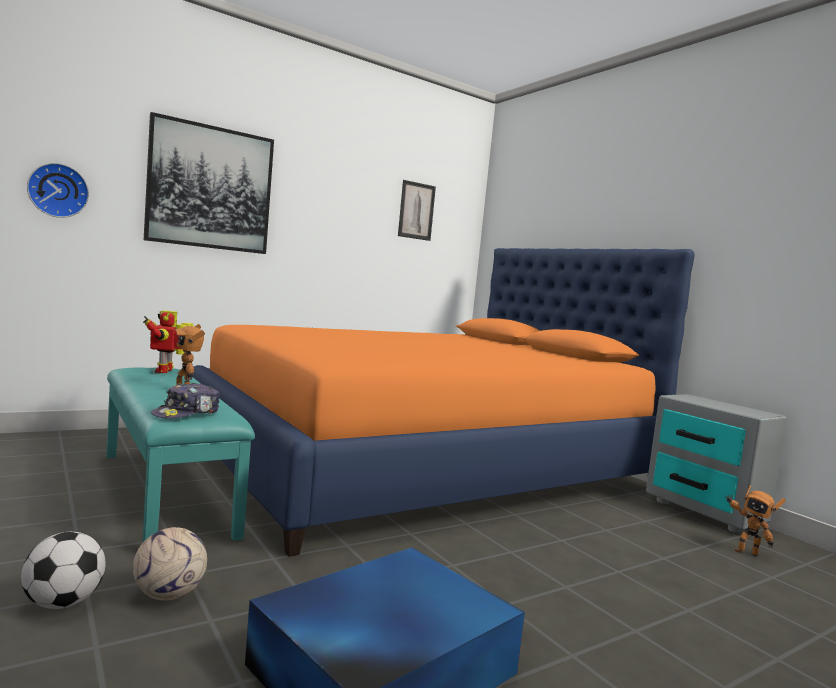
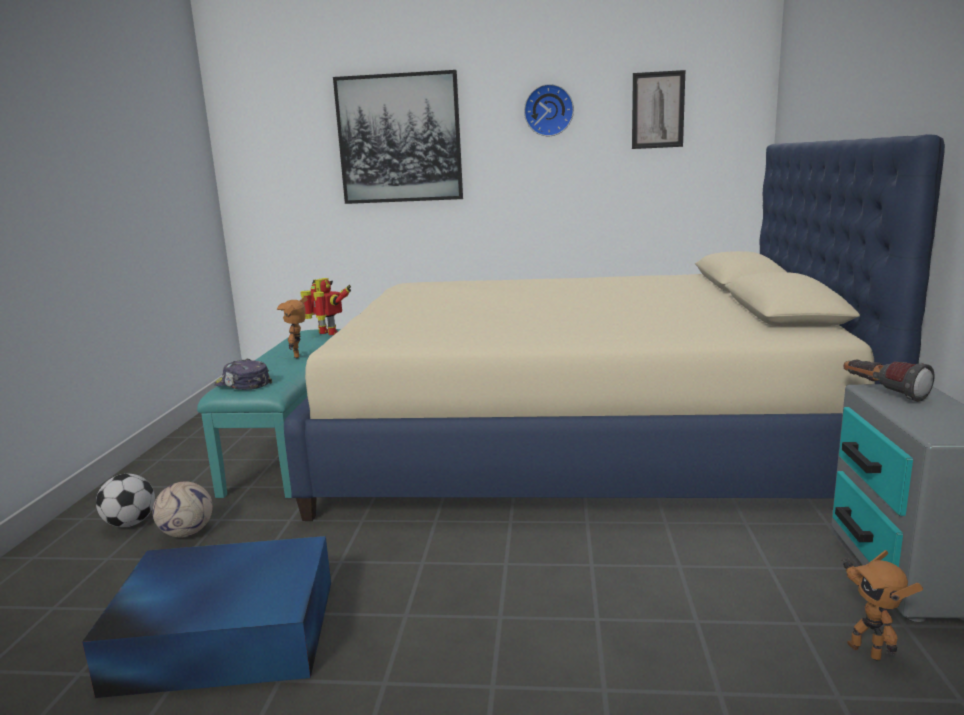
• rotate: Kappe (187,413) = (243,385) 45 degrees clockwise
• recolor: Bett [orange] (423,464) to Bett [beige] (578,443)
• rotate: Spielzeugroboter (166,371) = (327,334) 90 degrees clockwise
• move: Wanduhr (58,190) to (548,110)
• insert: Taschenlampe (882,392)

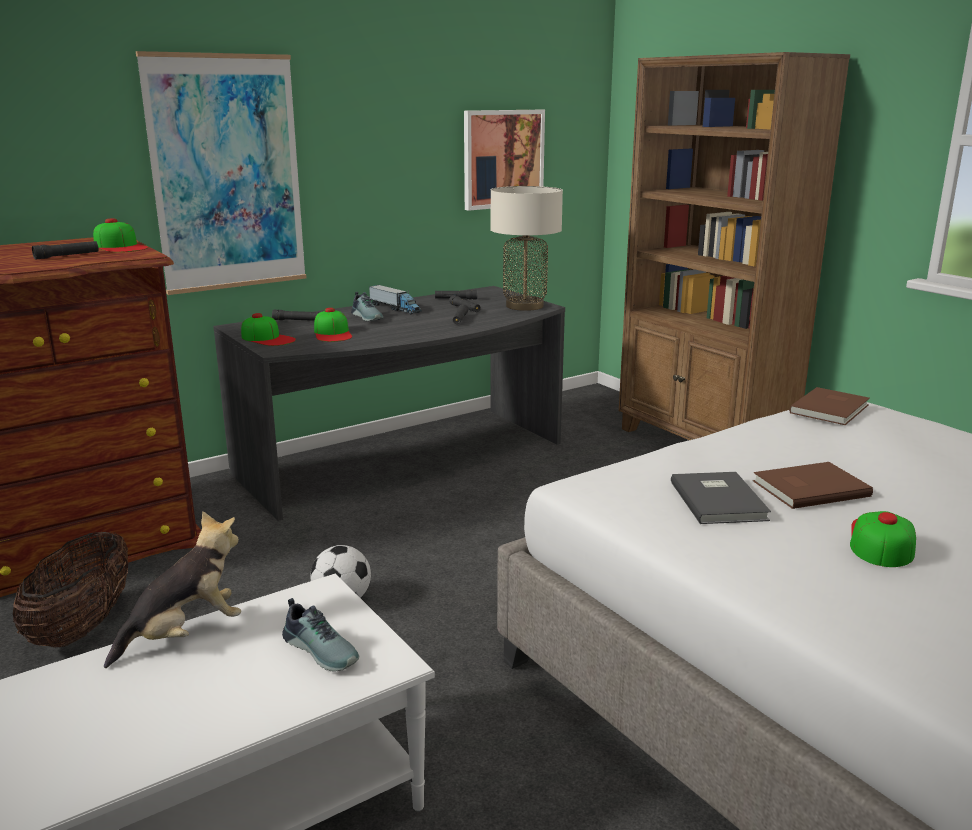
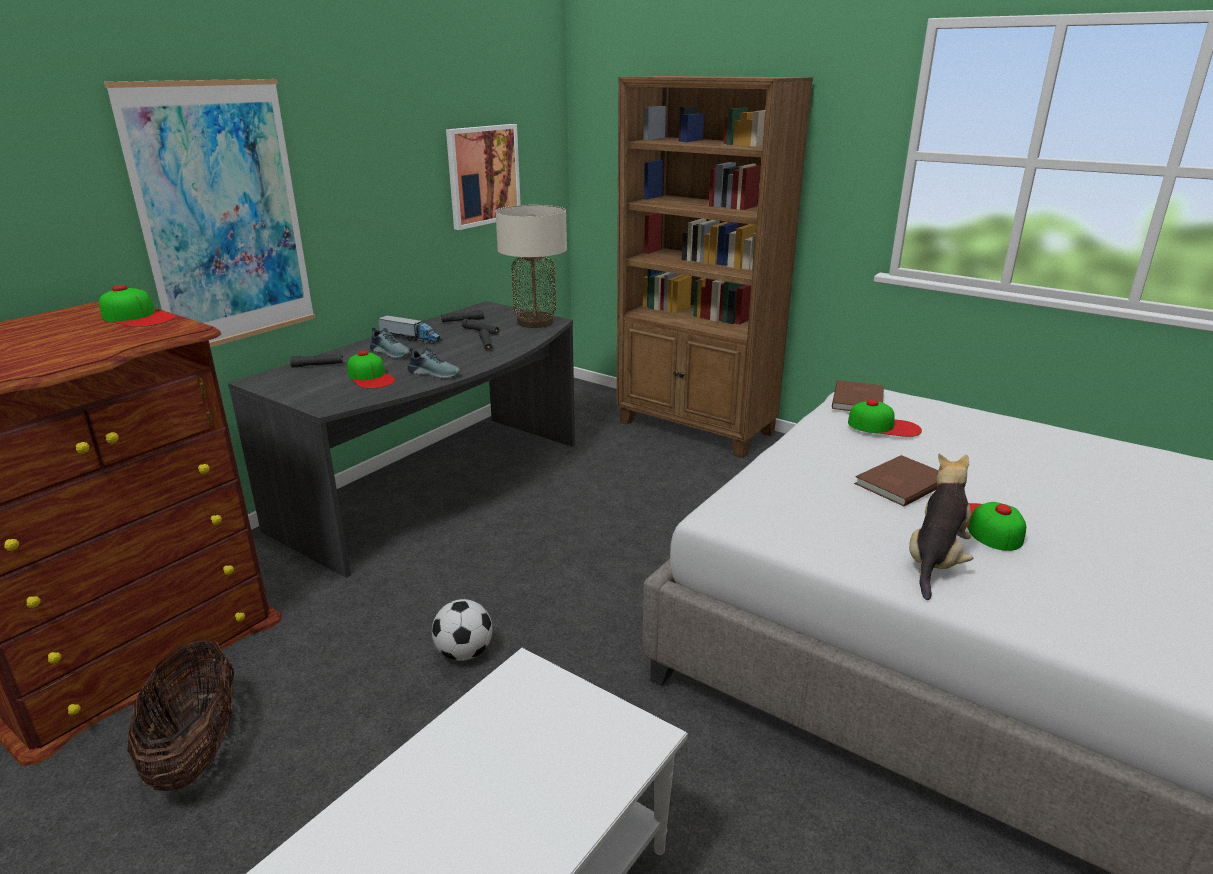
• move: Schuh (322,650) to (435,373)
• move: Kappe (268,338) to (884,426)
• move: Plüschtier (185,634) to (935,562)
• delete: Taschenlampe [schwarz] (67,256)
• delete: Buch [grau] (720,500)

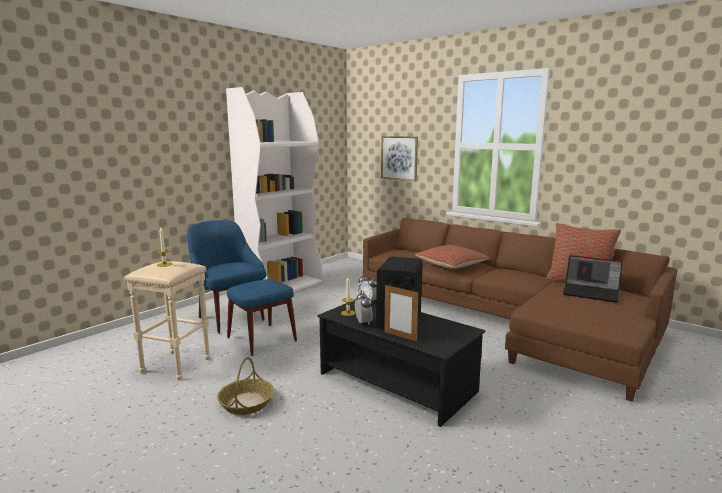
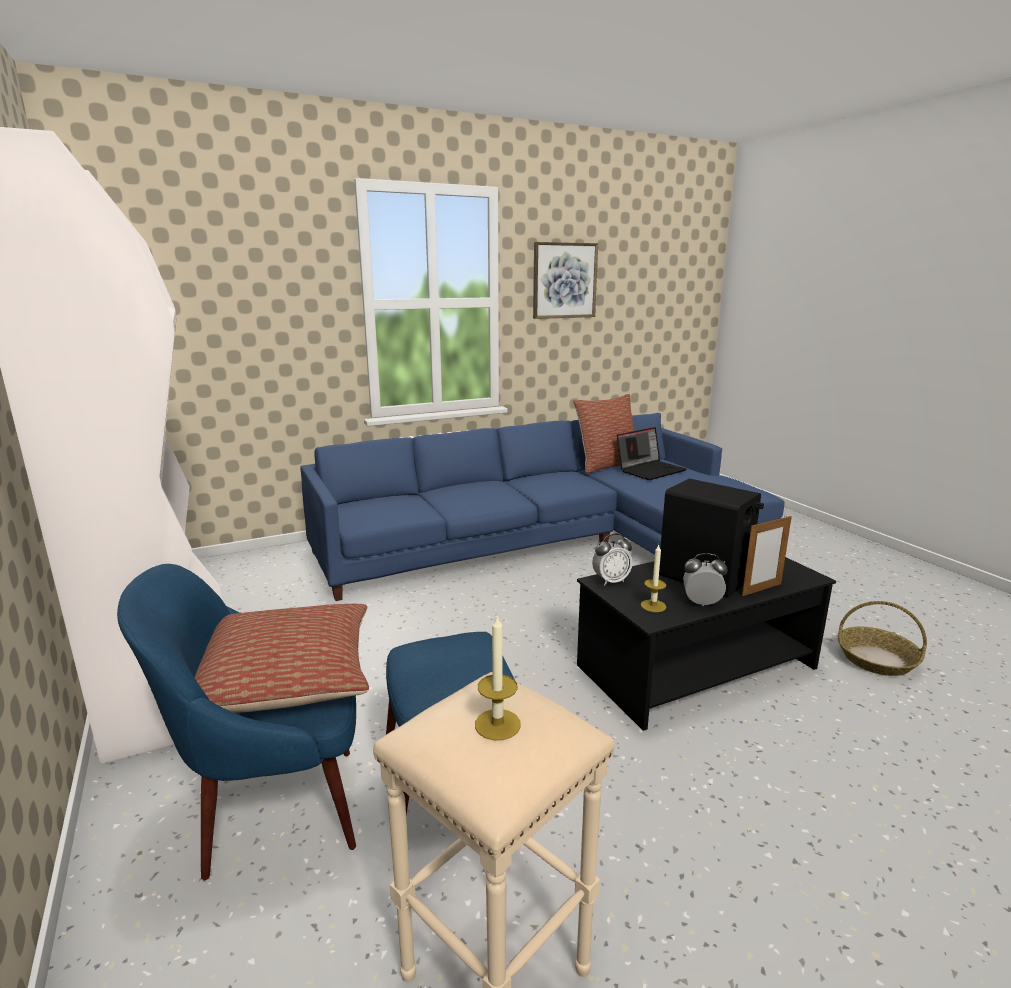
• move: Kissen (451,265) to (286,677)
• recolor: Sofa [braun] (507,318) to Sofa [blau] (552,540)
• move: Bild (399,158) to (564,280)
• move: Korb (246,403) to (877,659)

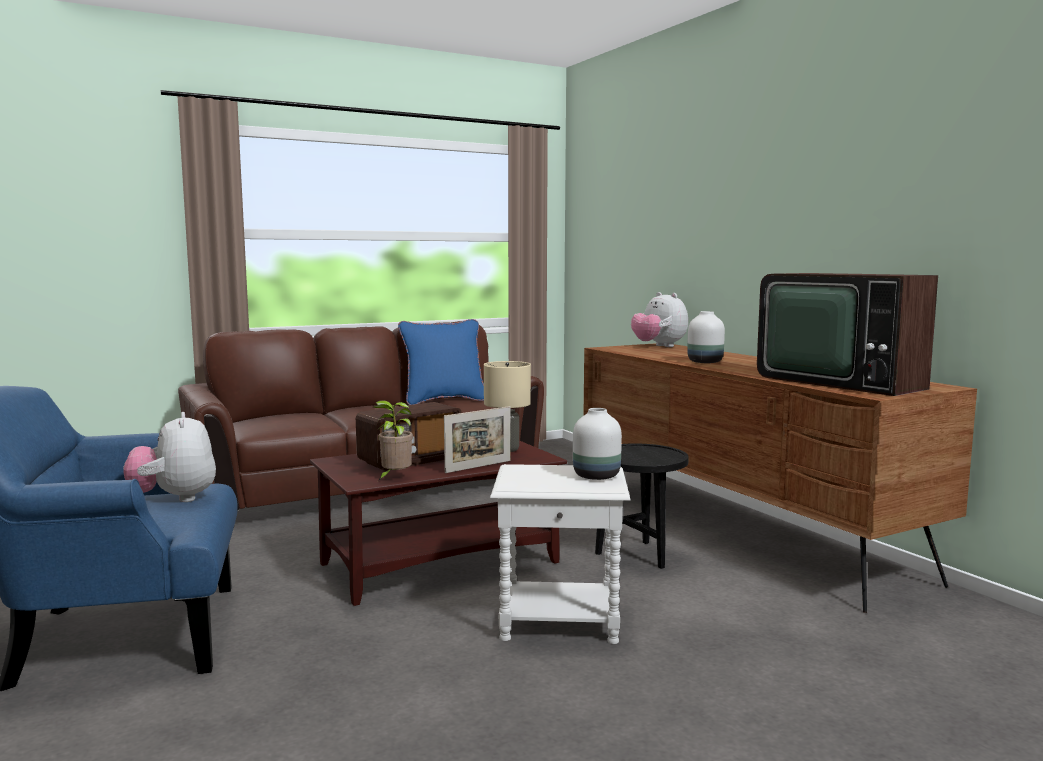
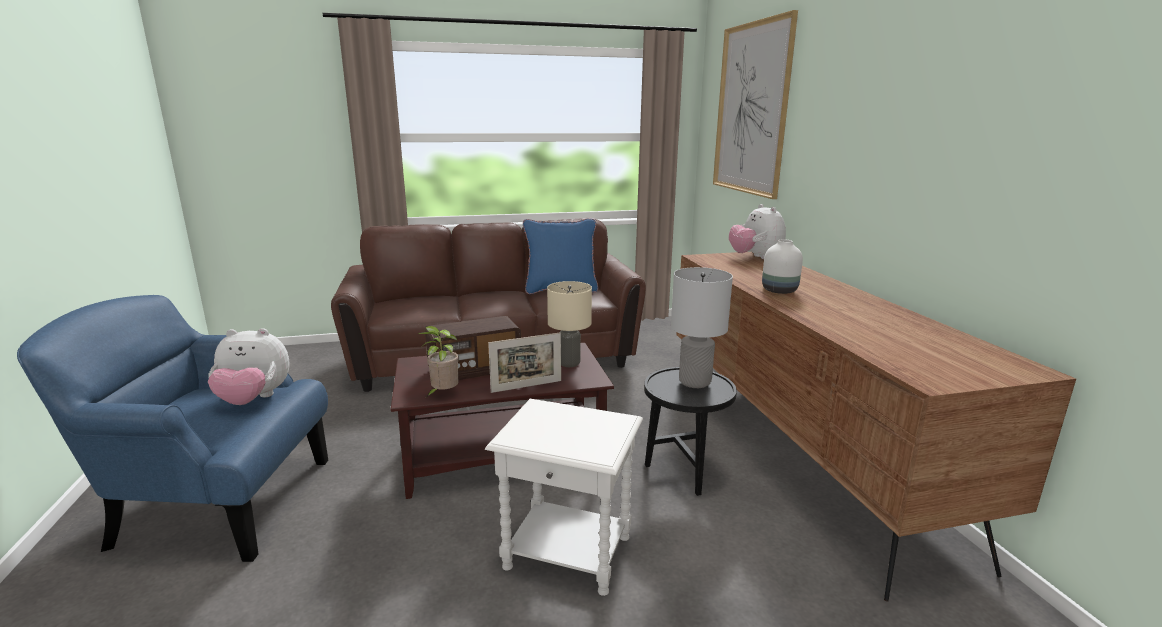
• rotate: Plüschtier (174,499) = (254,400) 90 degrees counterclockwise
• insert: Tischlampe [grau] (695,384)
• insert: Bild (751,109)
• delete: Vase [weiß] (595,476)
• delete: Fernseher (842,381)

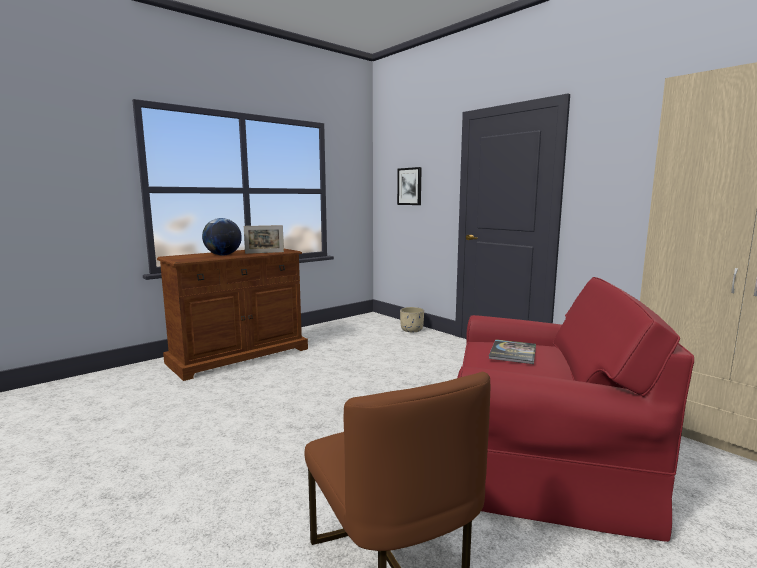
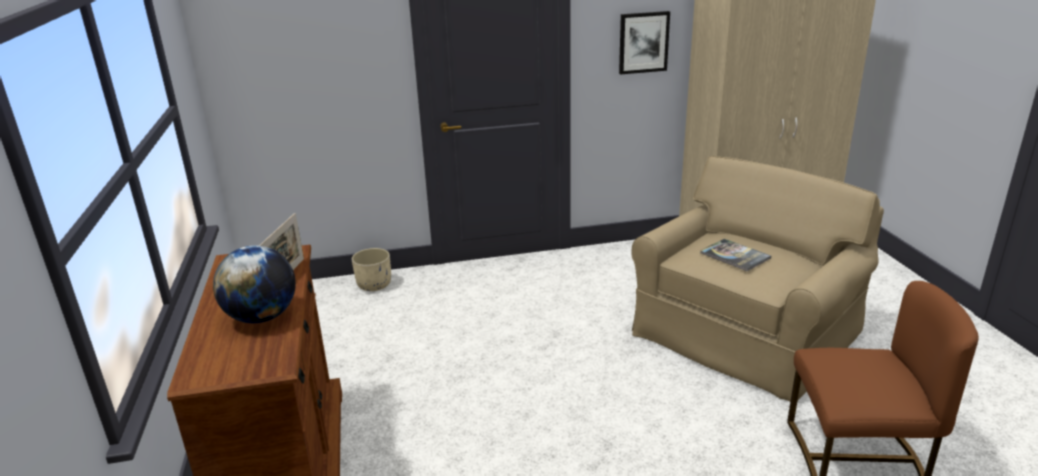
• move: Bild (409,186) to (643,42)
• recolor: Sessel [rot] (541,459) to Sessel [beige] (745,333)

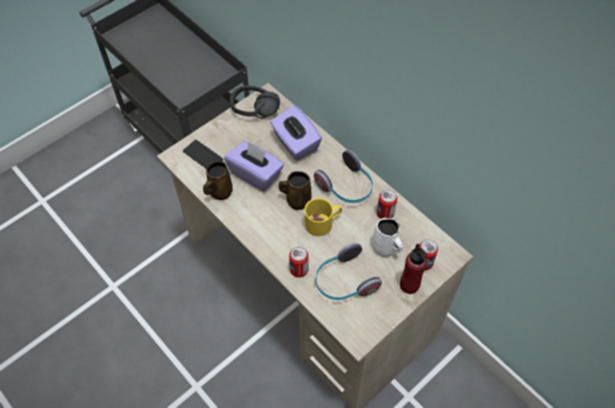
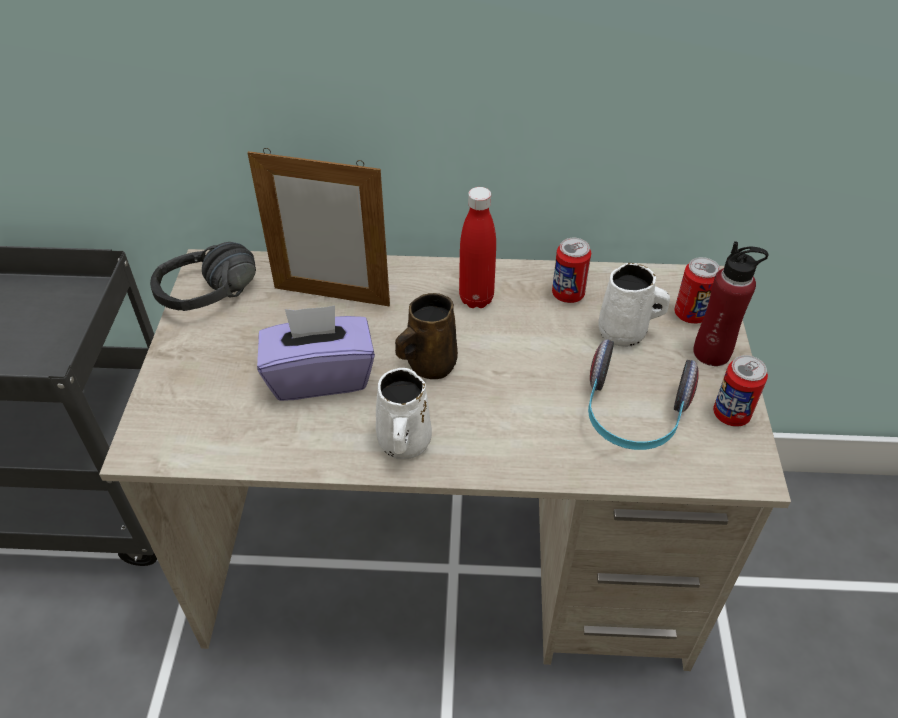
• replace: Taschentuchbox [lila] (295,143) to Bilderrahmen (331,296)
• insert: Henkelbecher [weiß] (403,444)
• replace: Kopfhörer (346,187) to Flasche [rot] (476,299)
• move: Dose (299,270) to (731,414)
• delete: Handy (203,155)
• delete: Henkelbecher [braun] (219,192)
• delete: Henkelbecher [gelb] (323,223)

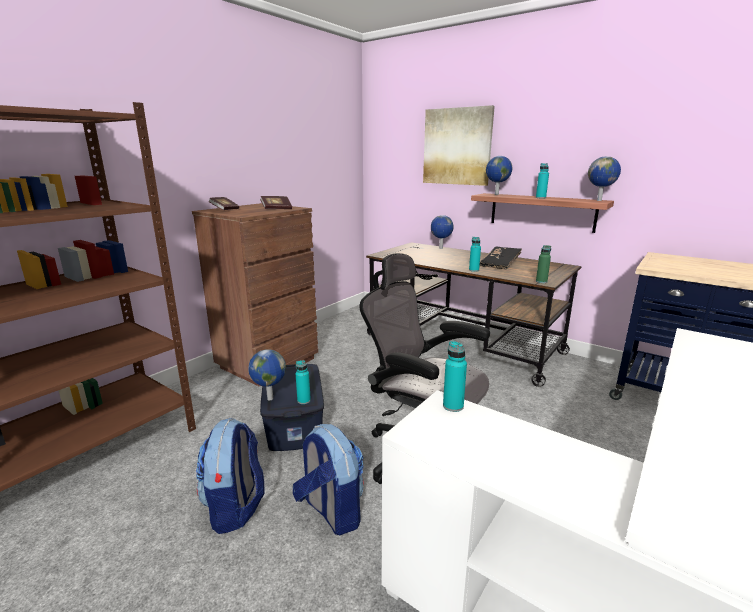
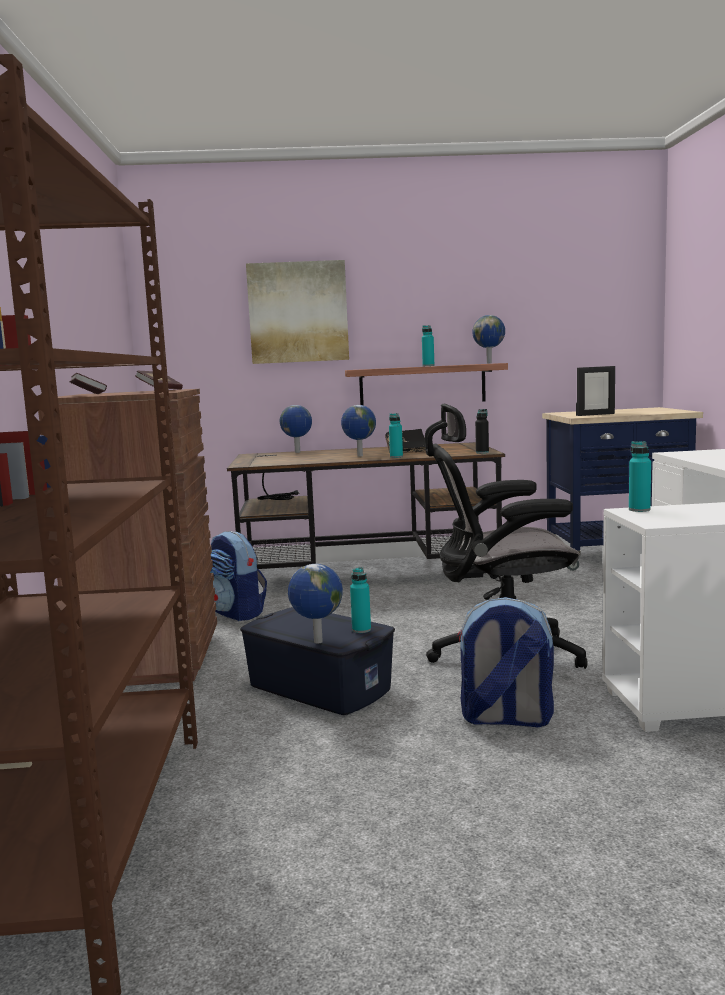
• move: Rucksack (235,507) to (237,613)
• move: Globus (496,194) to (359,456)
• recolor: Flasche [grün] (541,281) to Flasche [schwarz] (482,452)
• insert: Bilderrahmen (595,414)

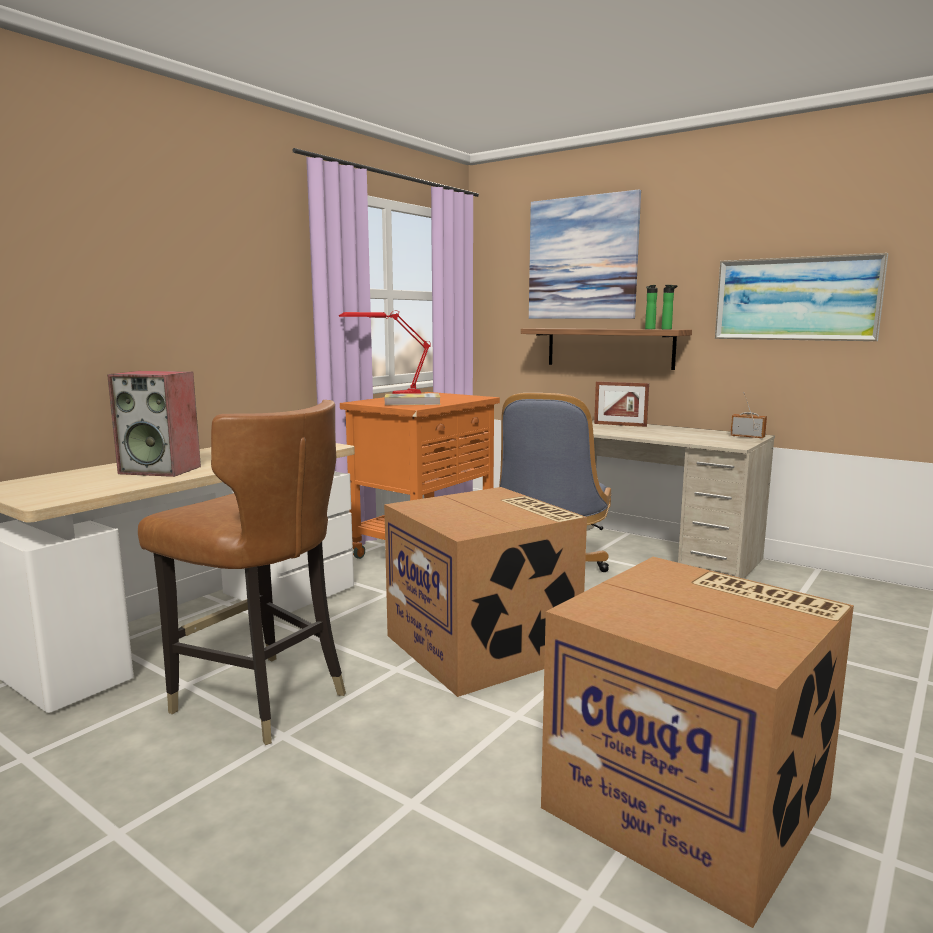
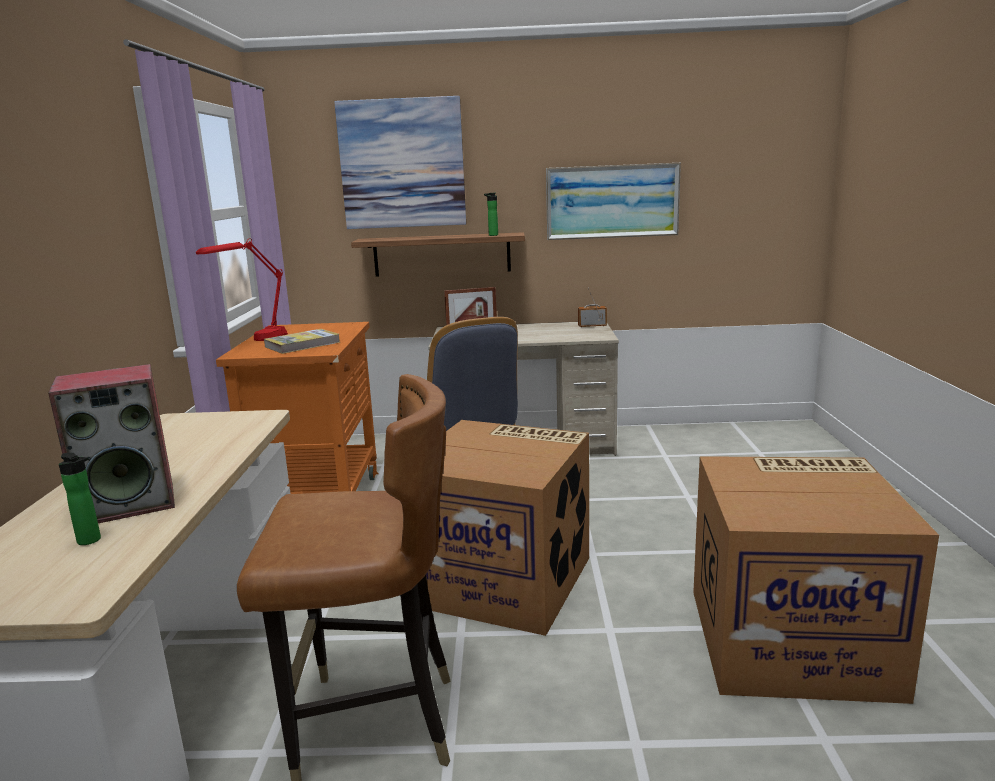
• move: Flasche (667,329) to (91,541)

